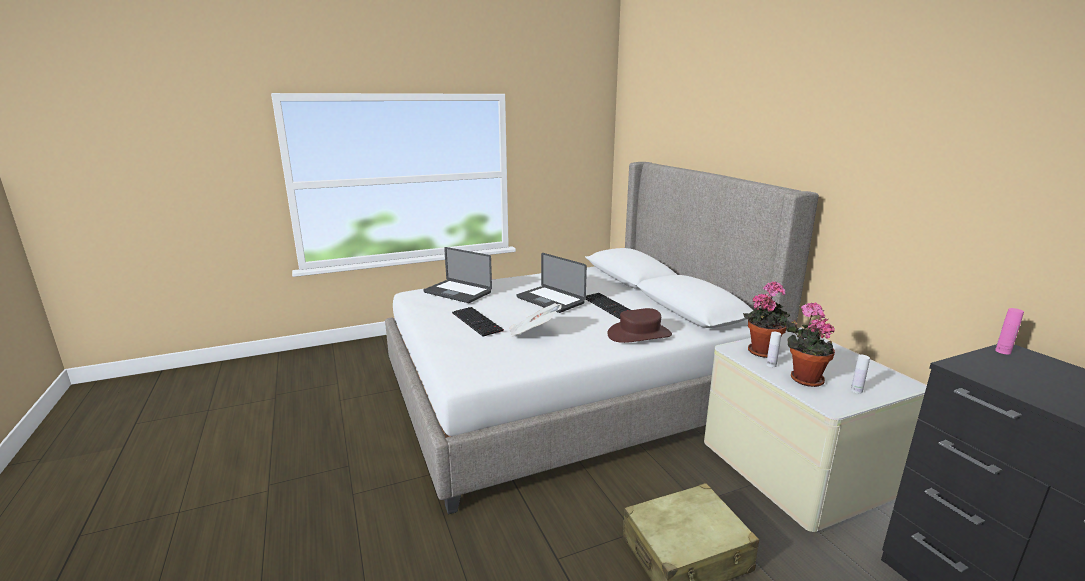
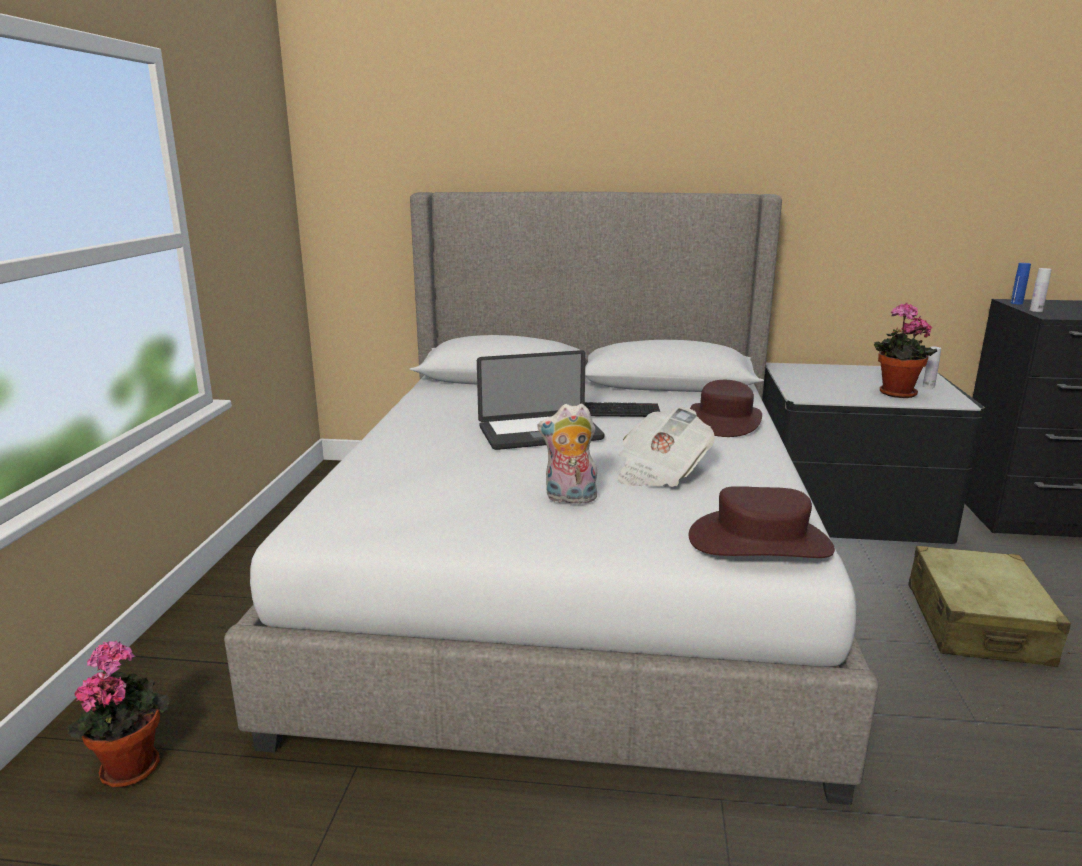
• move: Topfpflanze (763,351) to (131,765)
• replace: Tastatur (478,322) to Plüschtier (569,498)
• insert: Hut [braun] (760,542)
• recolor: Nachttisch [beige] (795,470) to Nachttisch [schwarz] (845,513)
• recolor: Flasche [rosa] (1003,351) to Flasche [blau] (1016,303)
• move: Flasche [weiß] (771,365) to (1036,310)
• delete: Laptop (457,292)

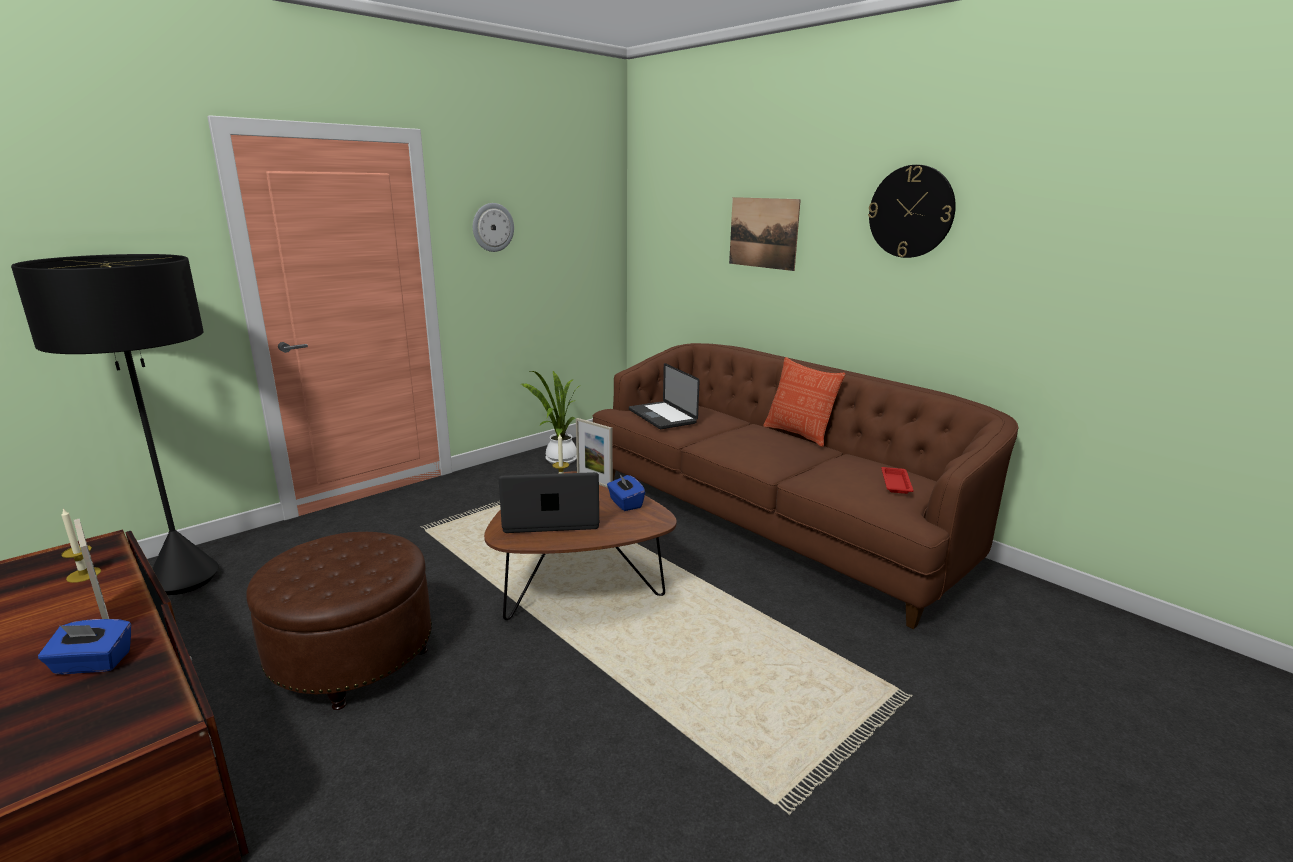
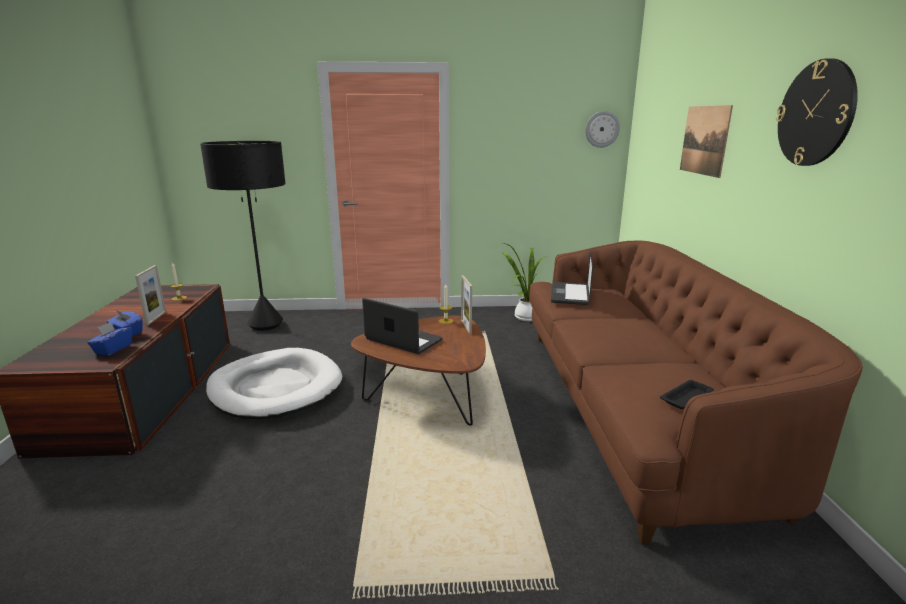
• move: Taschentuchbox [blau] (625,503) to (113,349)
• replace: Polsterhocker [braun] (353,659) to Hundebett [weiß] (275,388)
• move: Wanduhr (492,227) to (602,129)
• recolor: Tablett [rot] (895,483) to Tablett [schwarz] (687,397)
• delete: Kissen [orange] (799,434)

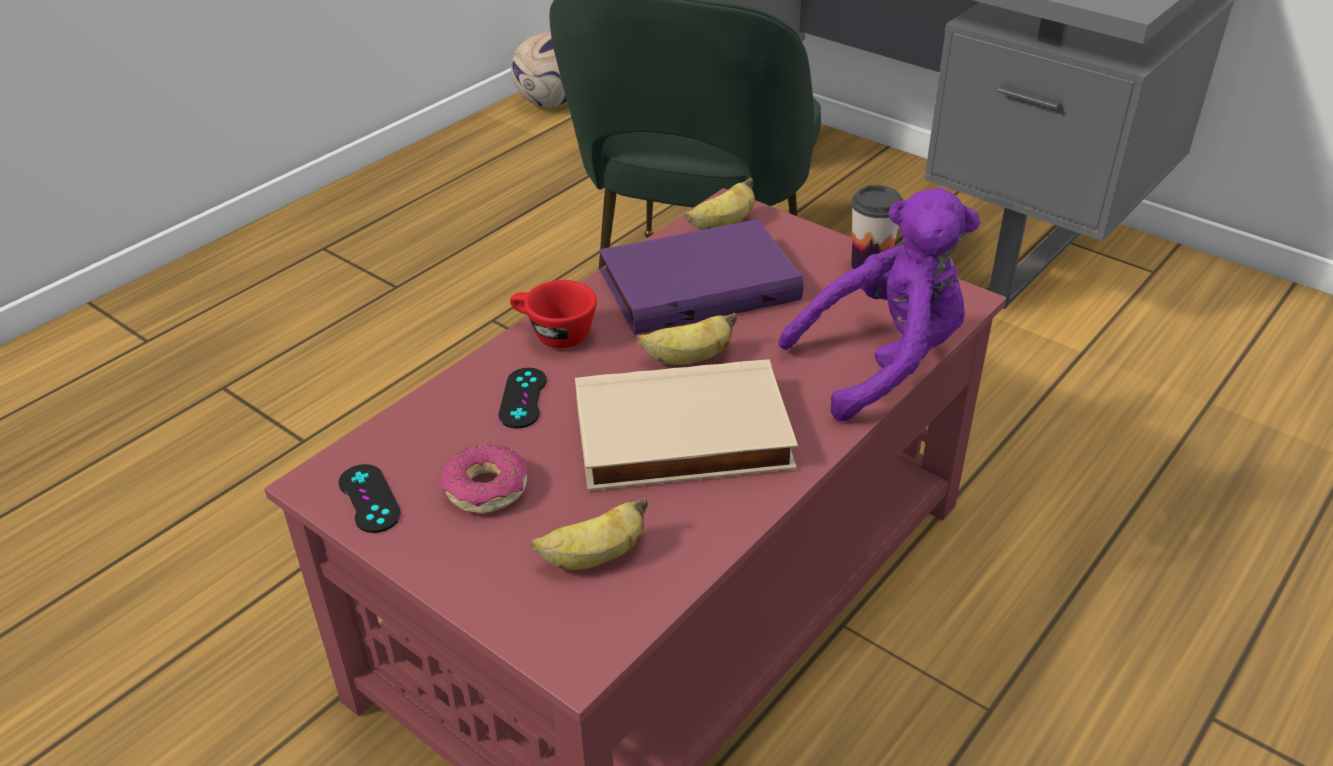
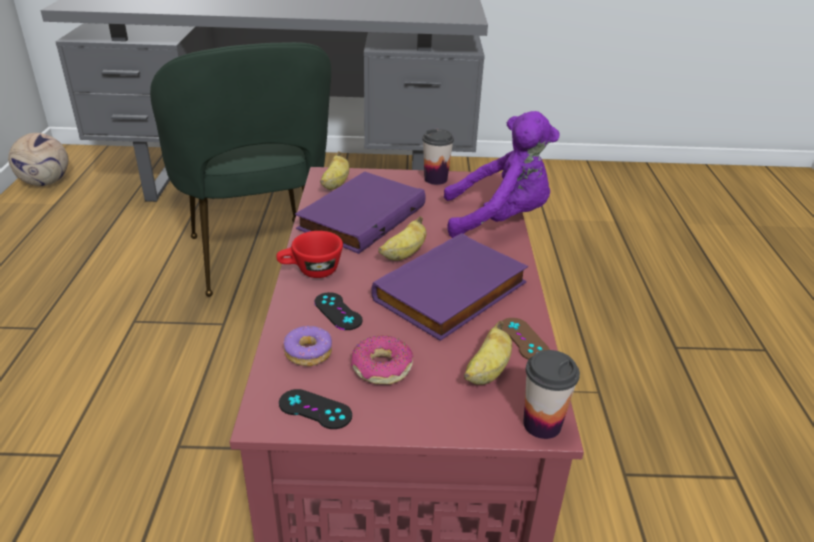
• insert: Donut (309,352)
• recolor: Buch [beige] (681,438) to Buch [lila] (452,293)
• rotate: Plüschtier [lila] (883,363) = (499,220) 60 degrees clockwise
• insert: Gamepad [braun] (524,339)
• insert: Tasse (542,424)

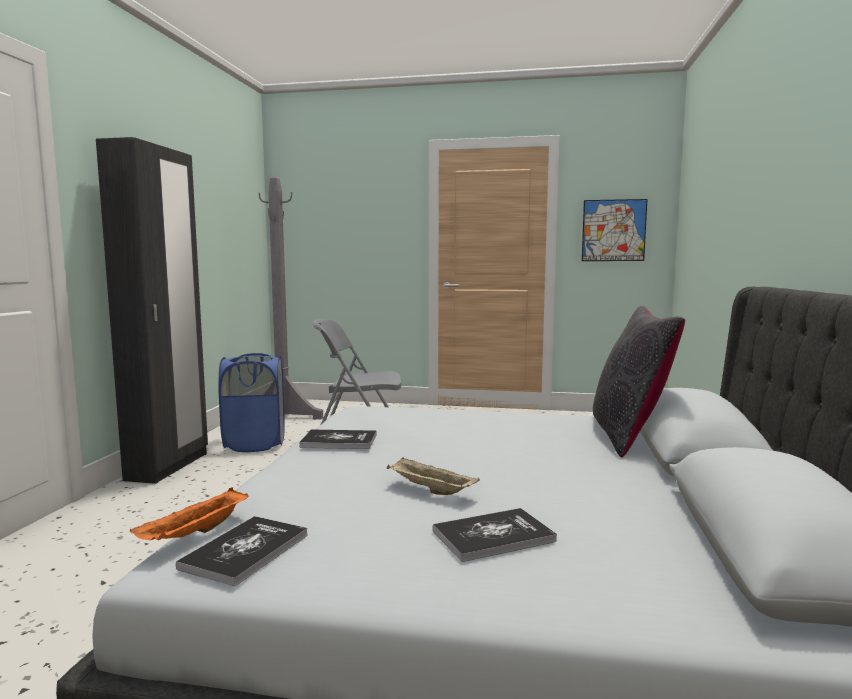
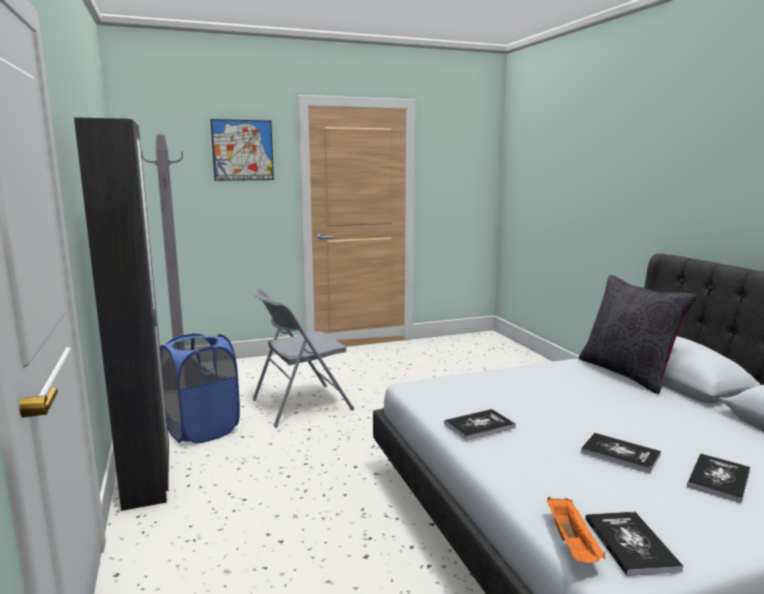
• move: Bild (613,230) to (242,150)
• replace: Tablett [beige] (429,490) to Buch (620,454)

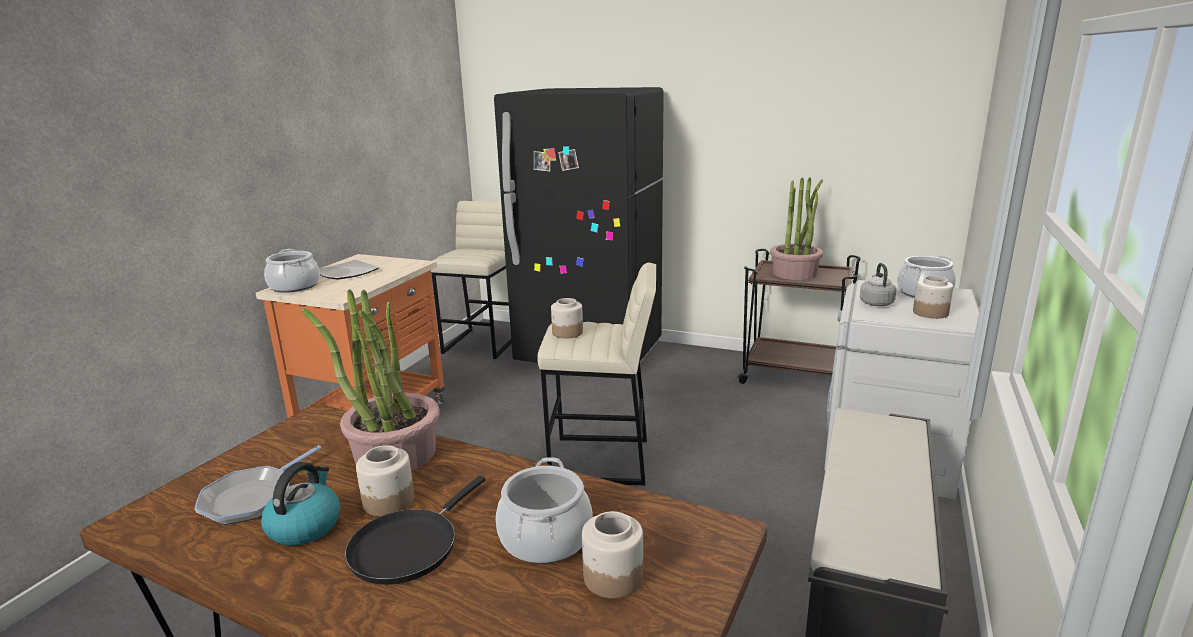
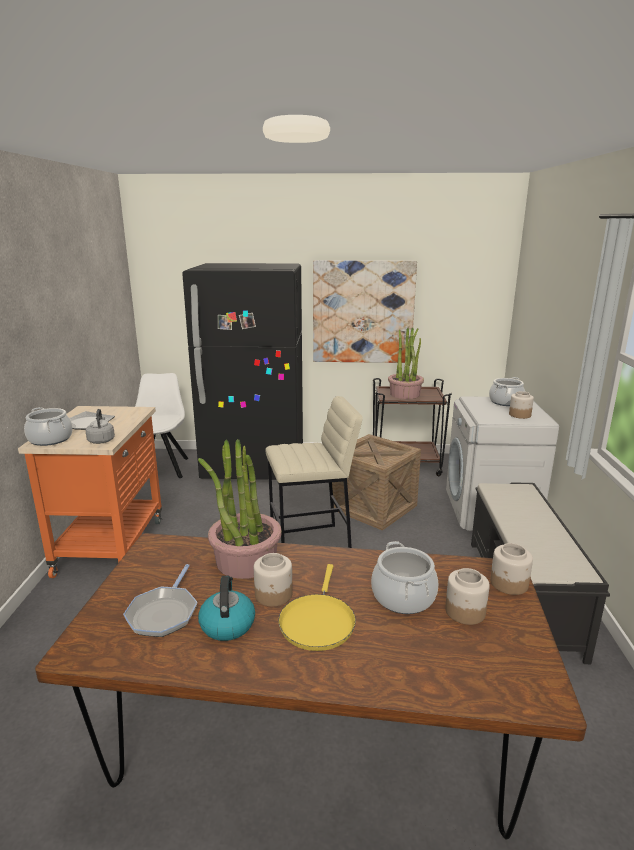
• move: Wasserkessel [grau] (875,303) to (101,440)
• replace: Hocker [beige] (483,343) to Stuhl [weiß] (163,468)
• recolor: Pfanne [schwarz] (408,546) to Pfanne [gelb] (317,621)
• insert: Bild (363,312)
• insert: Kiste (374,507)
• move: Vorratsglas (567,333) to (509,584)

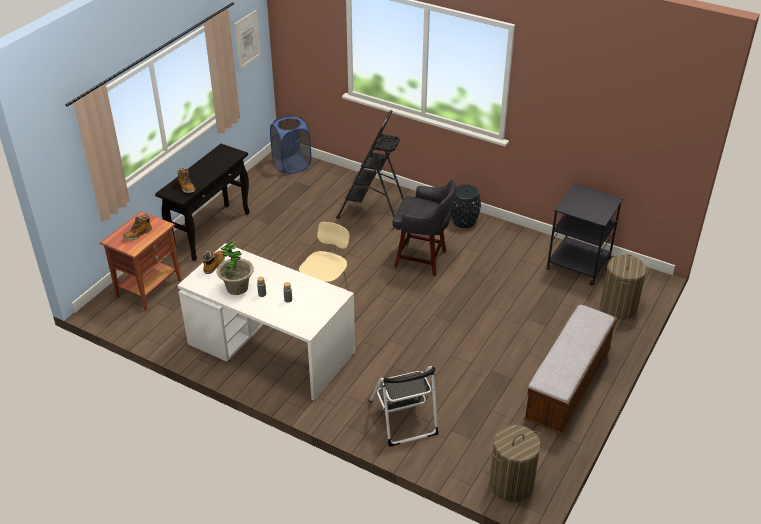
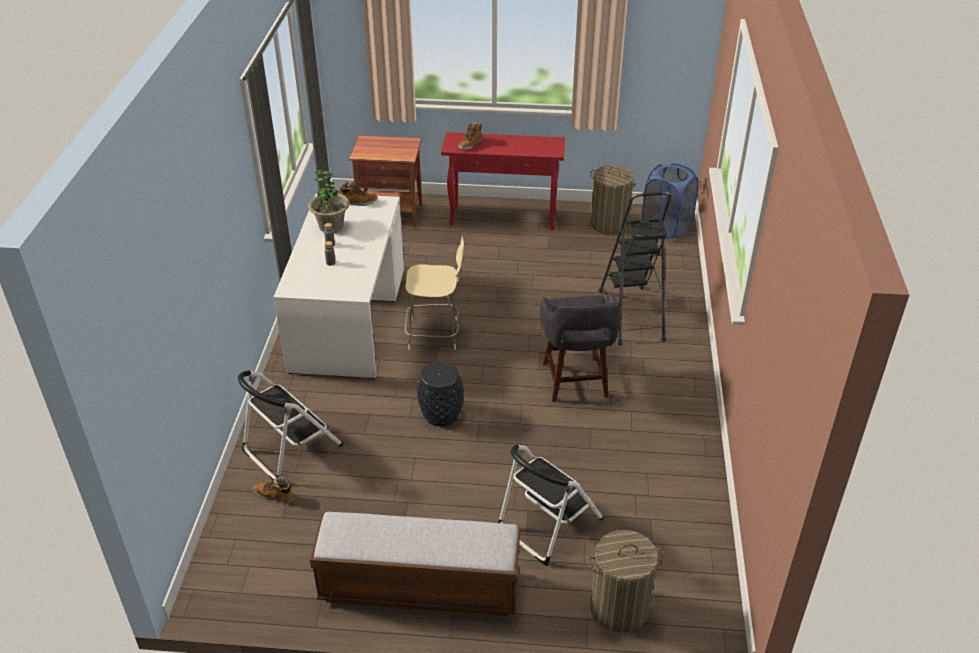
• move: Stiefel (138,234) to (274,495)
• move: Hocker [schwarz] (464,221) to (441,414)
• recolor: Konsolentisch [schwarz] (211,231) to Konsolentisch [rot] (504,218)
• insert: Trittleiter (547,525)
• move: Wäschekorb (511,484) to (609,224)
• delete: Bild (247,39)
• delete: Rollwagen [schwarz] (579,264)

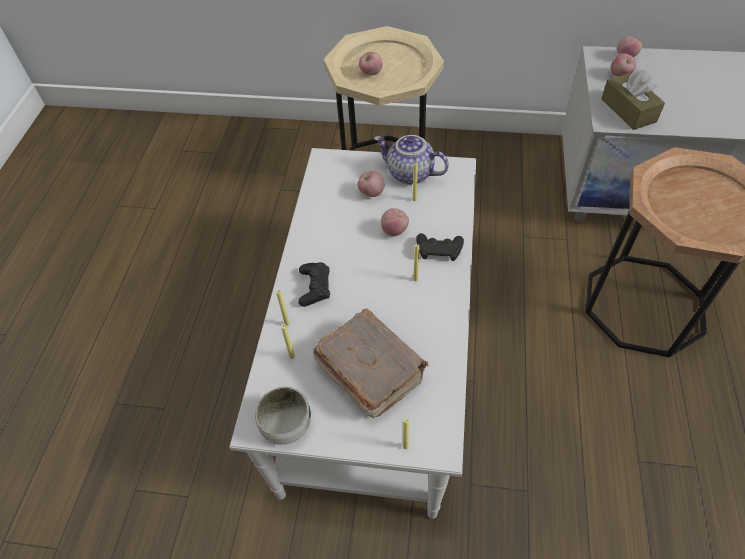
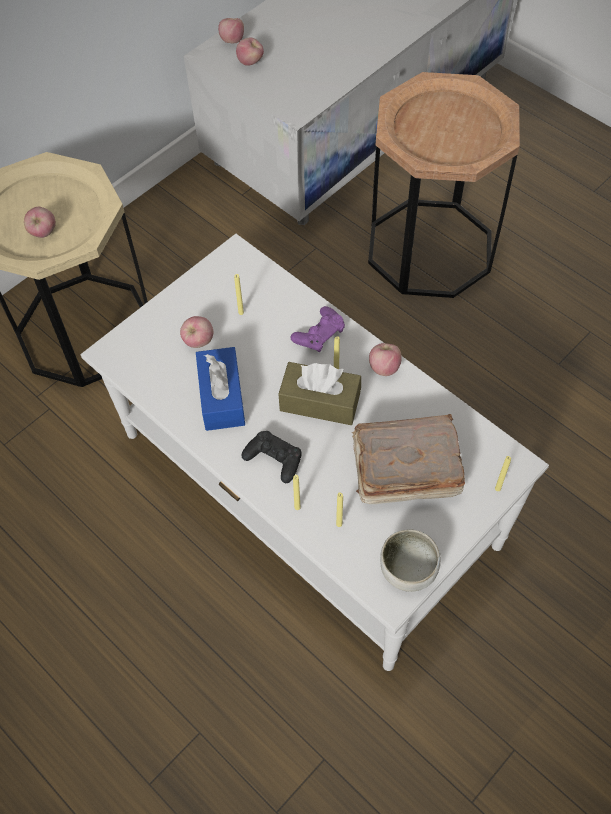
• insert: Taschentuchbox [blau] (221,397)
• move: Taschentuchbox [braun] (628,110) to (320,402)
• recolor: Gamepad [schwarz] (439,250) to Gamepad [lila] (319,334)
• move: Apfel (394,230) to (384,367)
• delete: Teekanne (409,174)

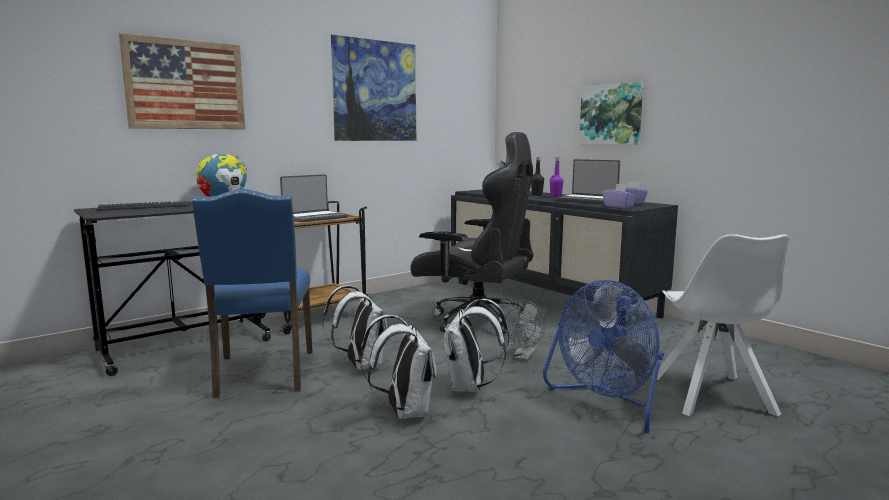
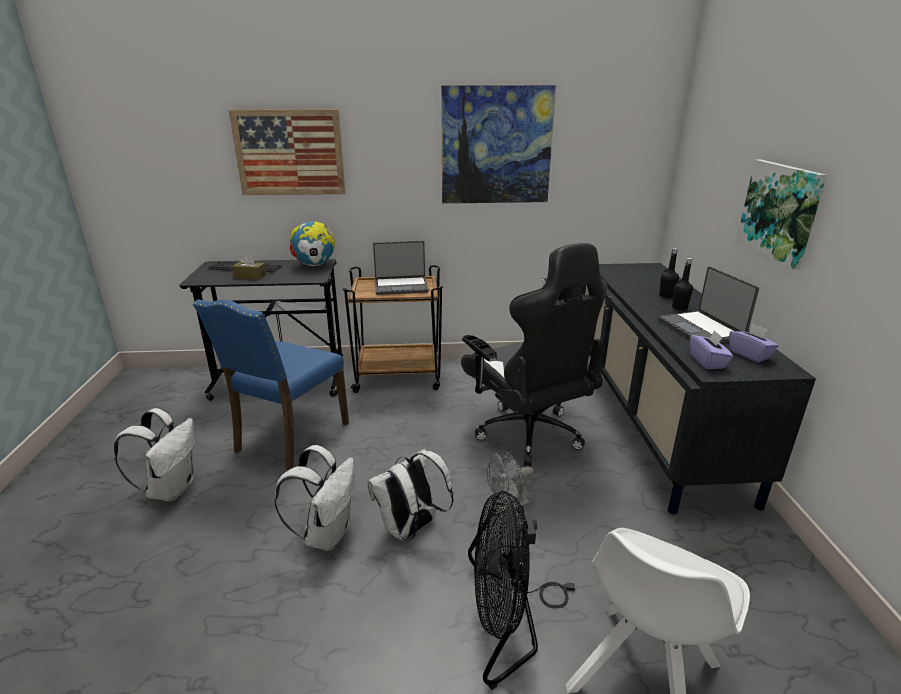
• move: Rucksack [weiß] (361,365) to (171,488)
• insert: Taschentuchbox [braun] (250,276)
• recolor: Ventilator [blau] (605,401) to Ventilator [schwarz] (509,616)
• recolor: Flasche [lila] (555,197) to Flasche [schwarz] (679,308)

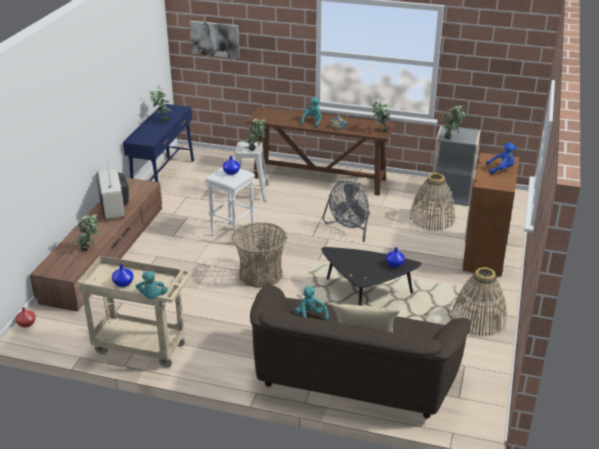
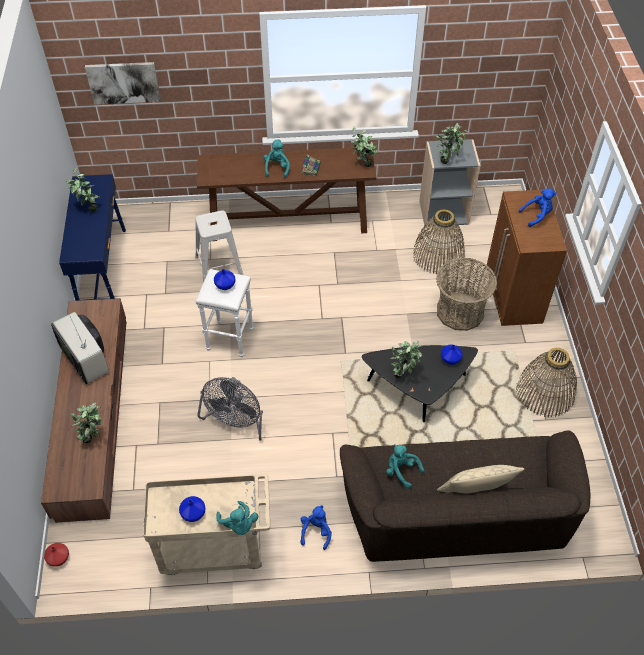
• move: Ventilator [grau] (349,227) to (235,418)
• insert: Plüschtier [blau] (316,531)
• move: Topfpflanze (256,150) to (404,374)
• move: Korb (260,274) to (460,312)

